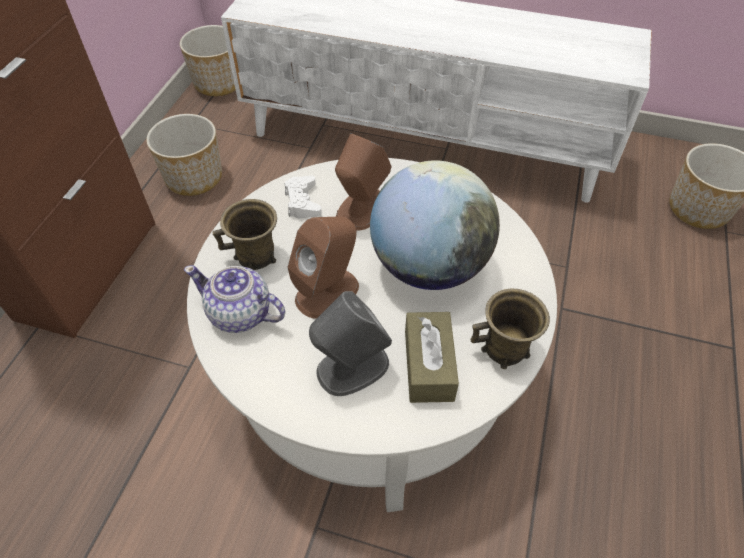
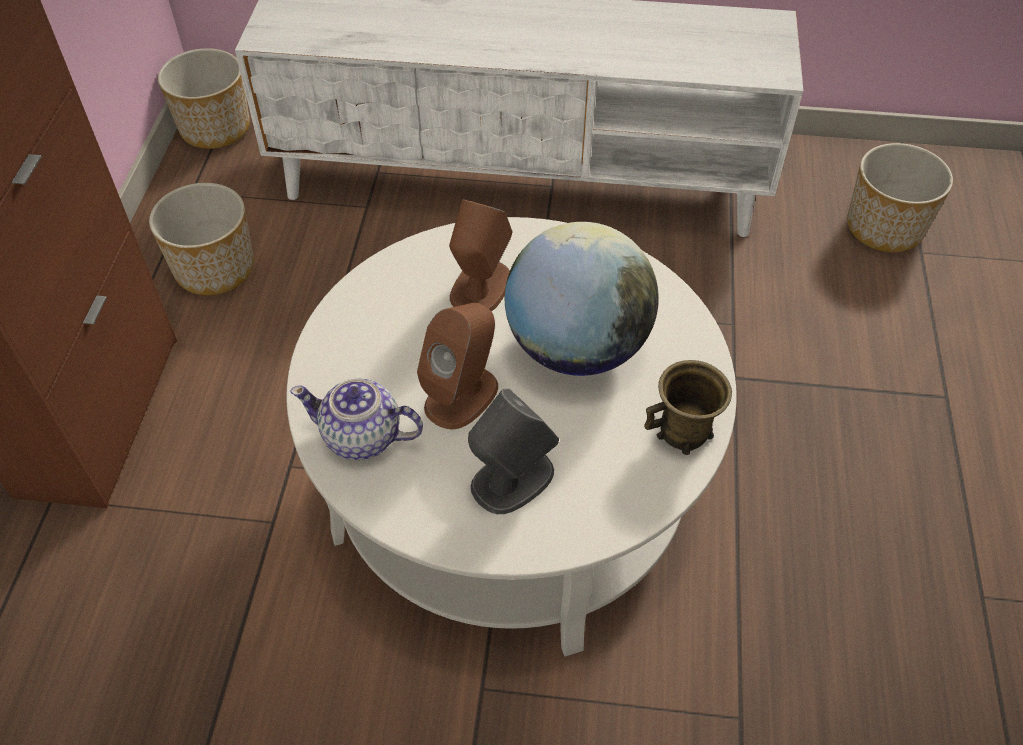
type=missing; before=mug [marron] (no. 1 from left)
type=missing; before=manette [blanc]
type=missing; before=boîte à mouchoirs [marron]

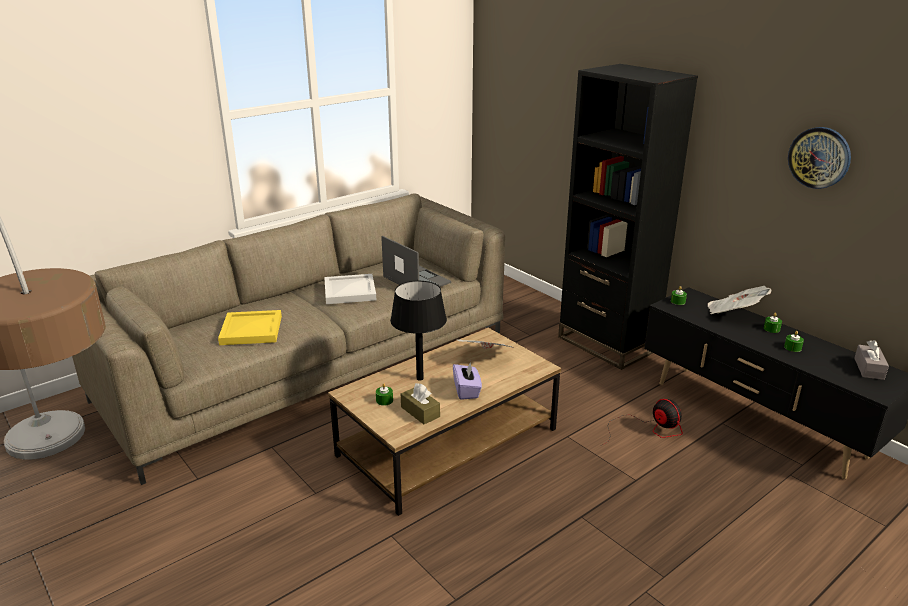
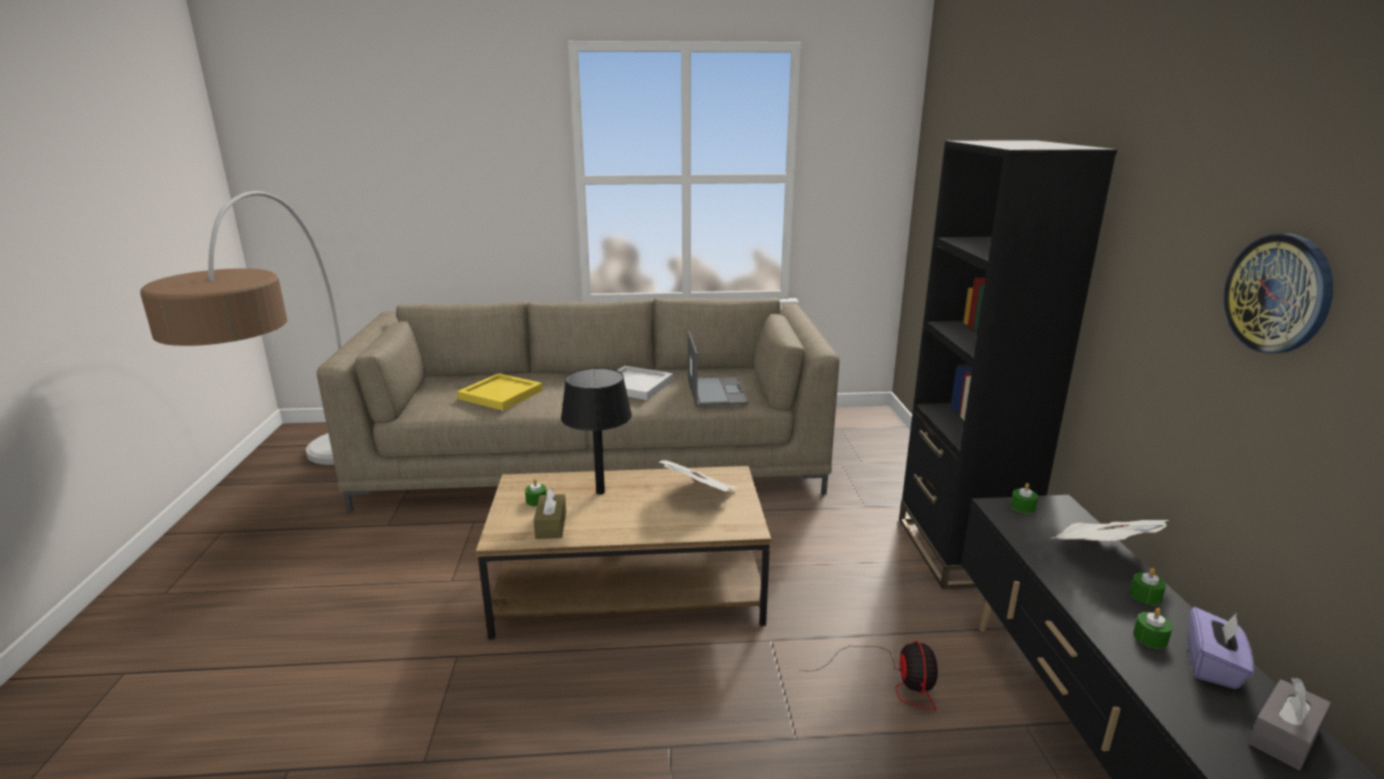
type=relocated; before=boîte à mouchoirs [violet]

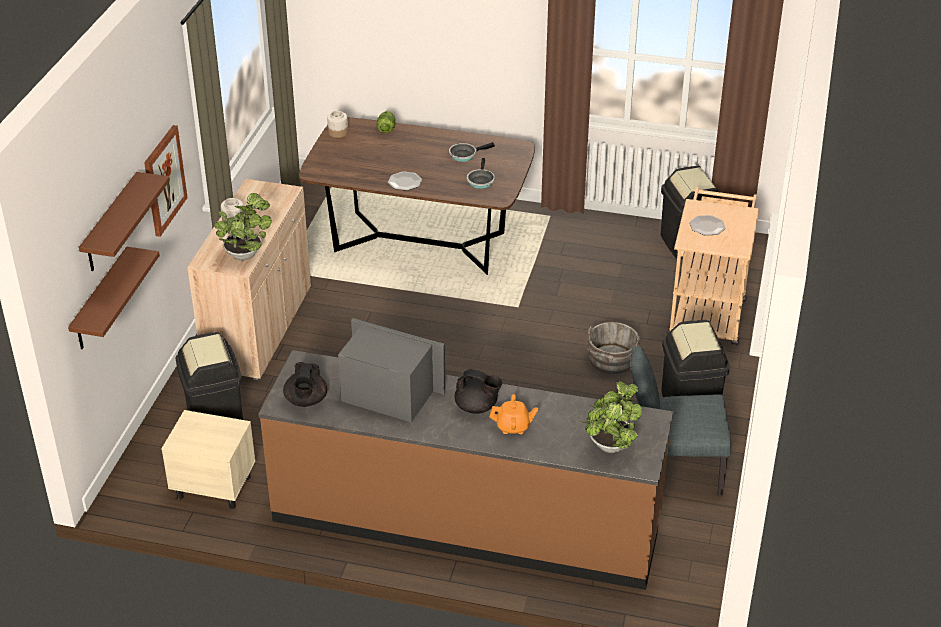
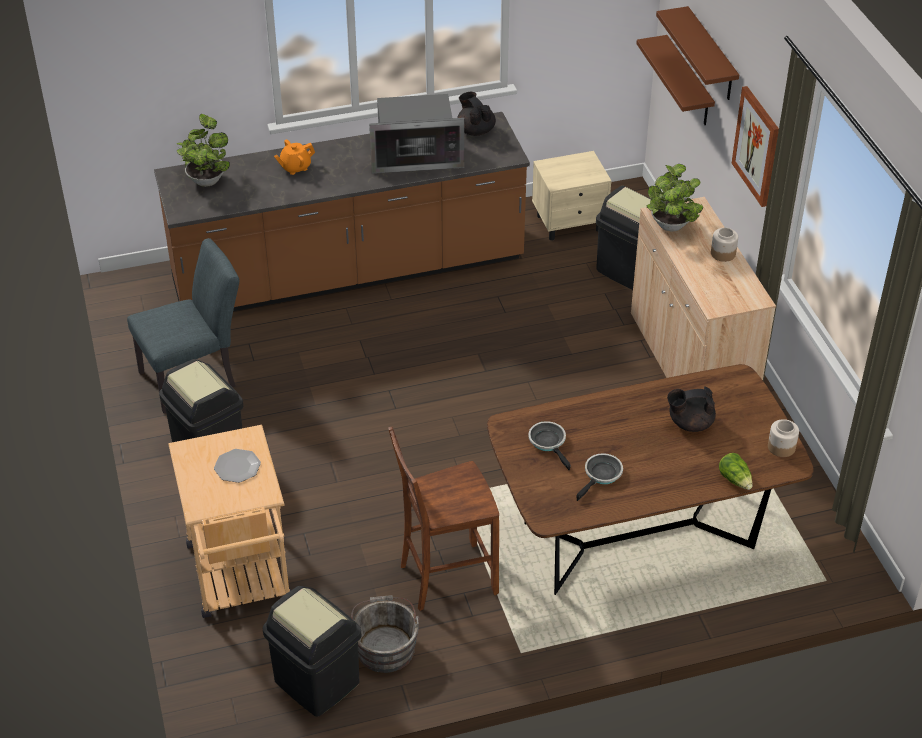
type=missing; before=assiette (no. 1 from left)
type=appeared; after=chaise [marron]
type=relocated; before=théière [noir] (no. 2 from left)
type=relocated; before=seau [gris]

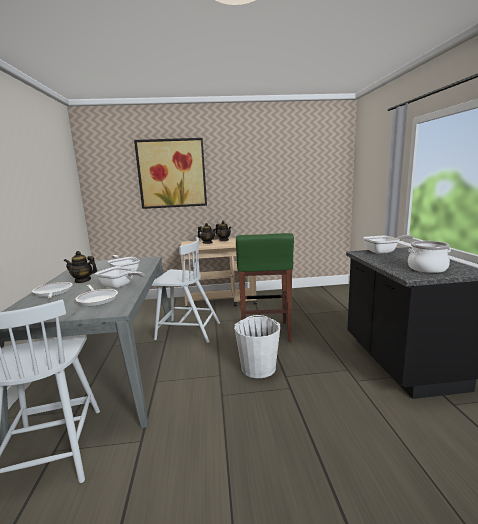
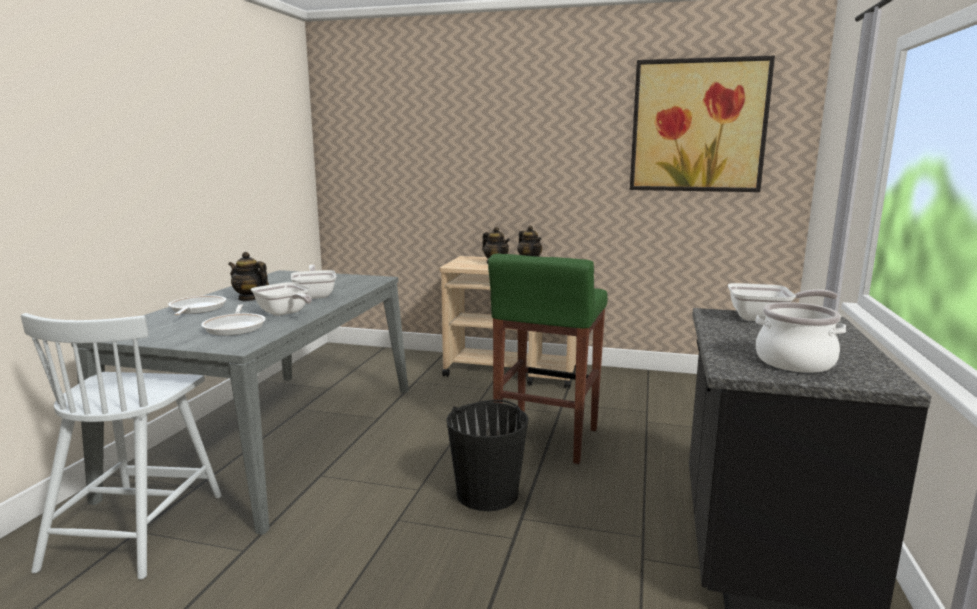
type=missing; before=chaise [blanc] (no. 2 from left)
type=relocated; before=tableau
type=colour; before=seau [blanc]; after=seau [noir]

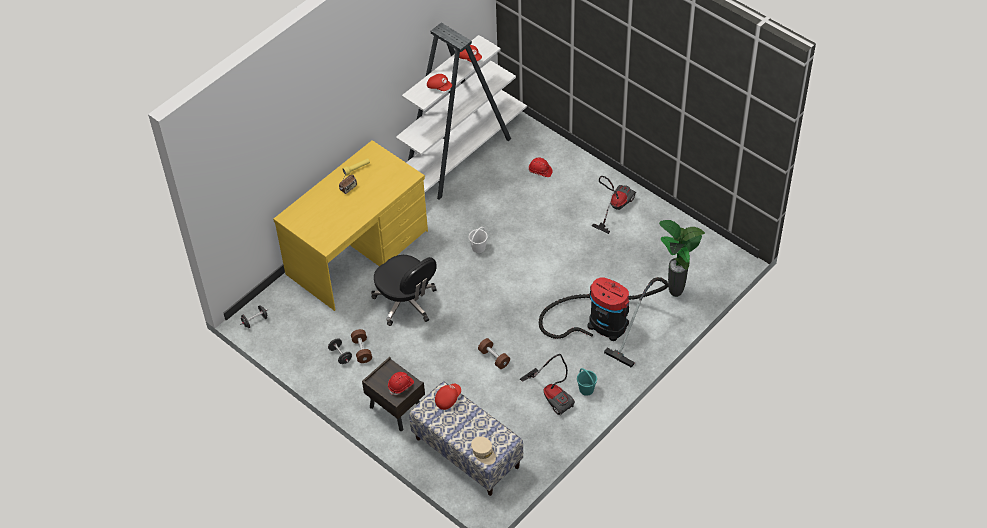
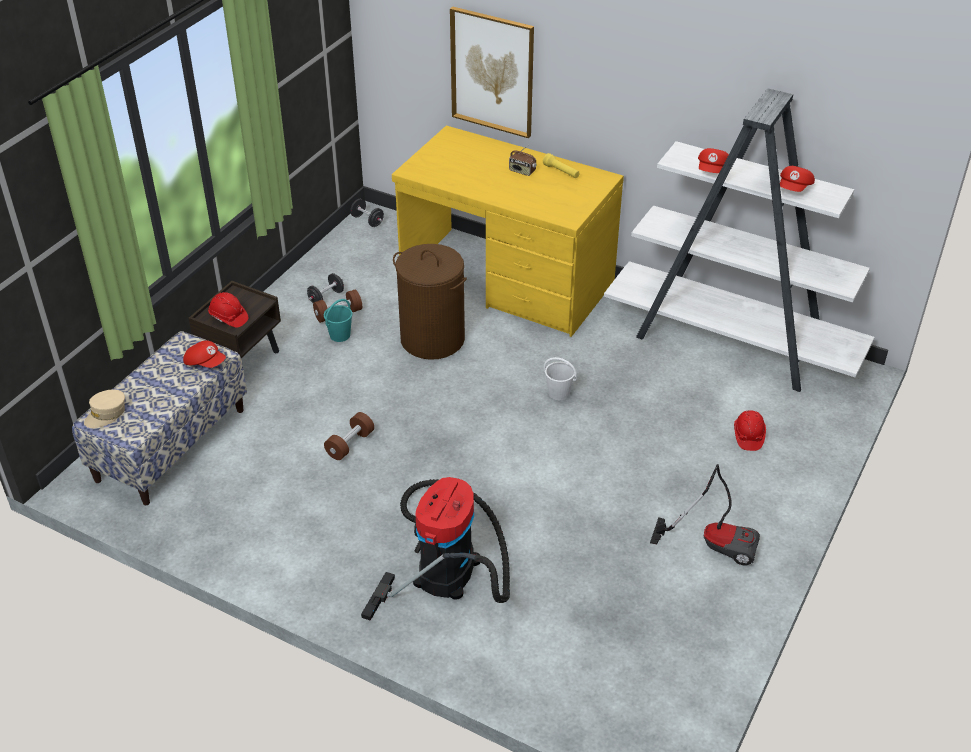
type=missing; before=aspirateur (no. 1 from left)
type=missing; before=plante en pot
type=appeared; after=tableau
type=relocated; before=seau [turquoise]
type=exchanged; before=chaise de bureau [noir]; after=panier à linge [marron]

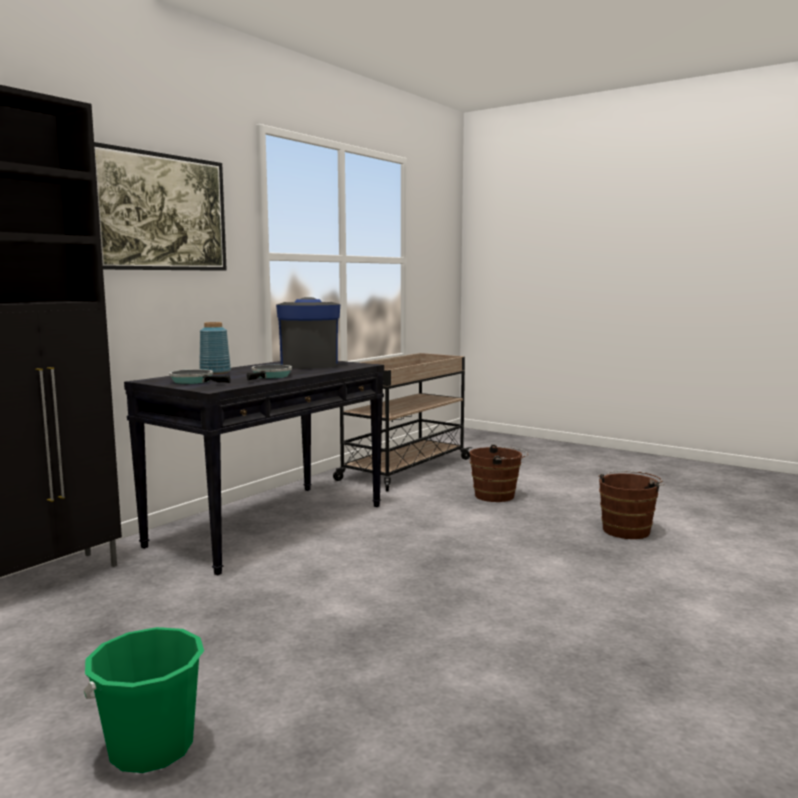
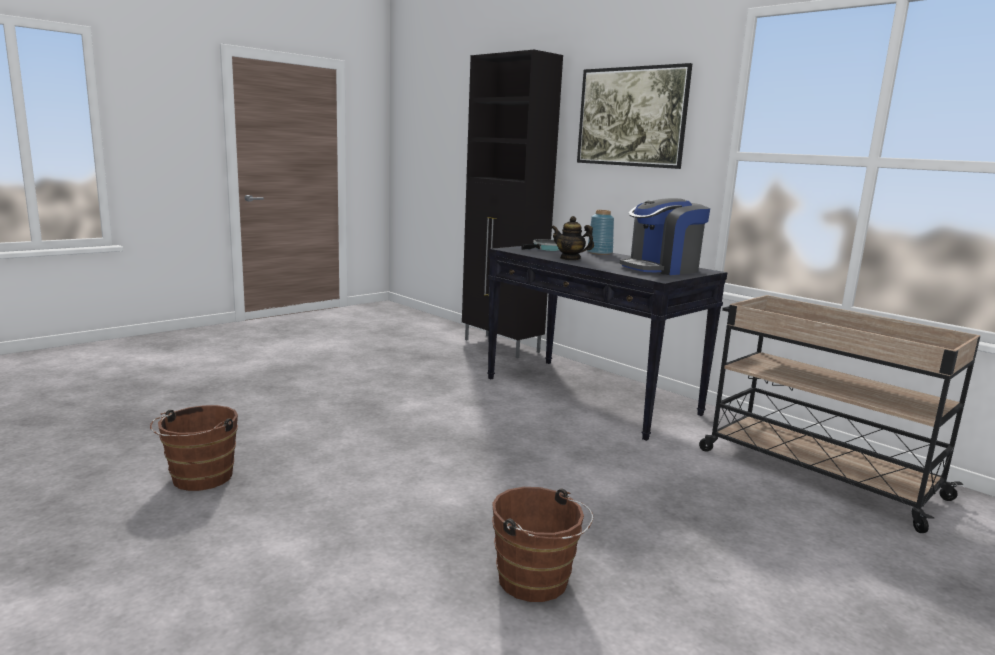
type=missing; before=seau [vert]
type=relocated; before=seau [marron] (no. 1 from left)
type=exchanged; before=poêle (no. 2 from left); after=théière
type=spun; before=machine à café; turn=150

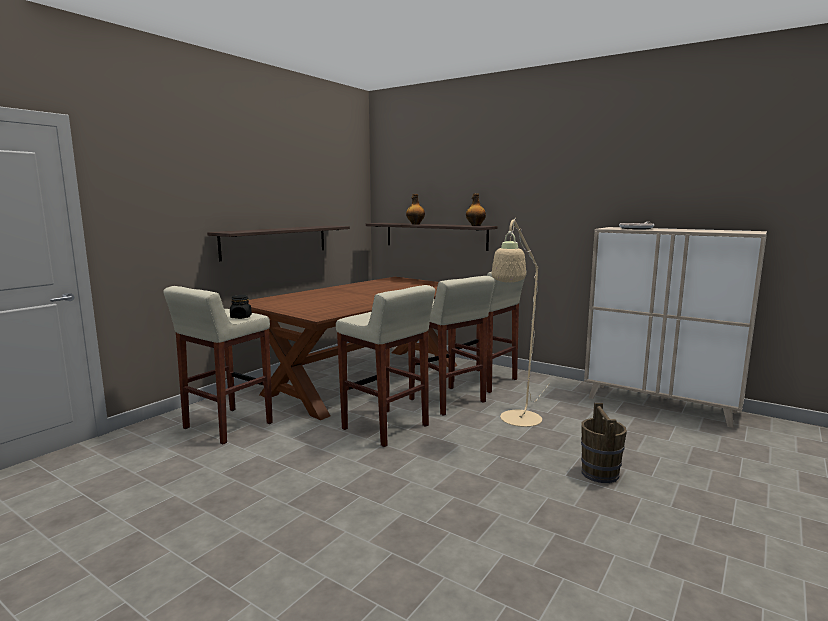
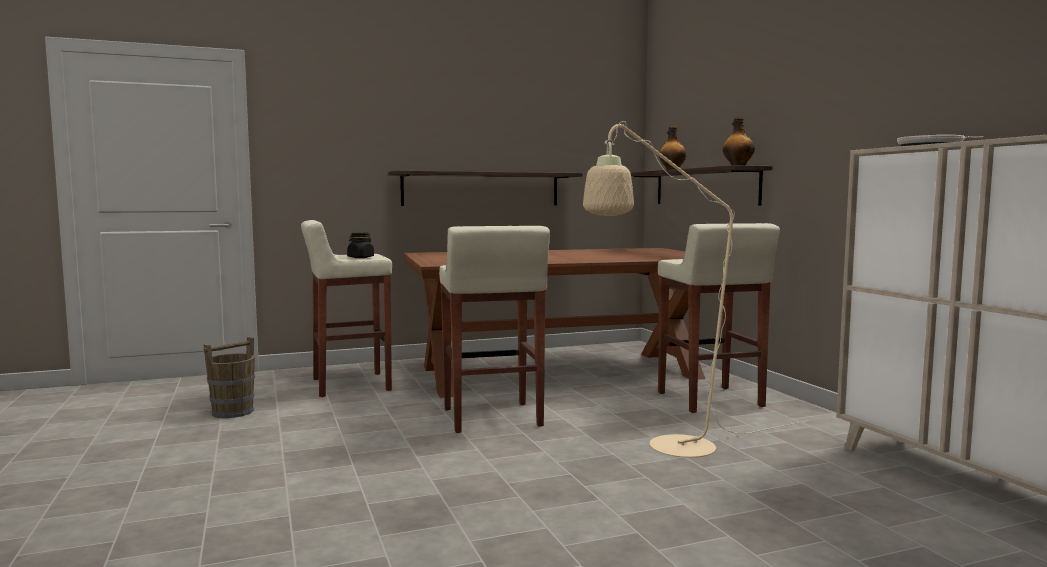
type=missing; before=tabouret [beige] (no. 3 from left)
type=relocated; before=seau [marron]

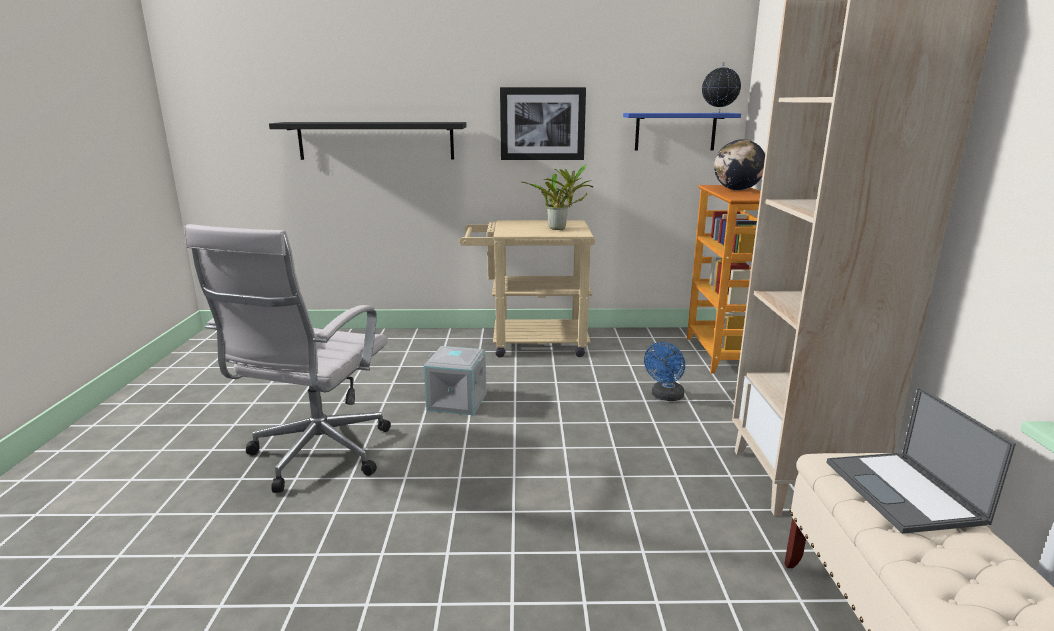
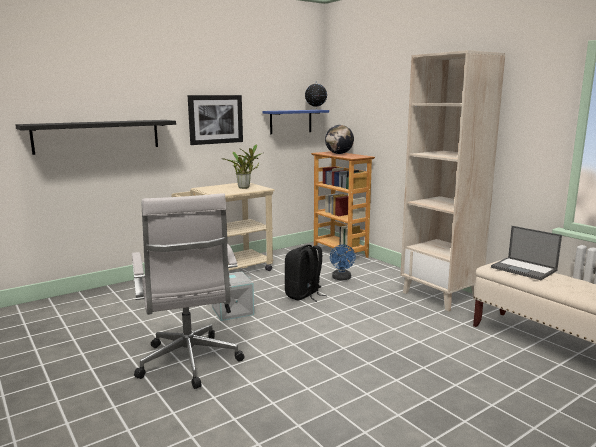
type=appeared; after=sac à dos [noir]

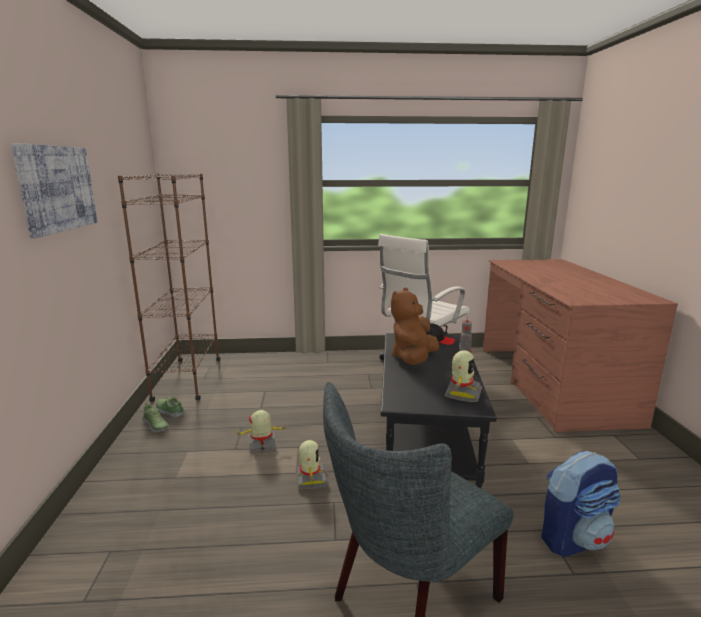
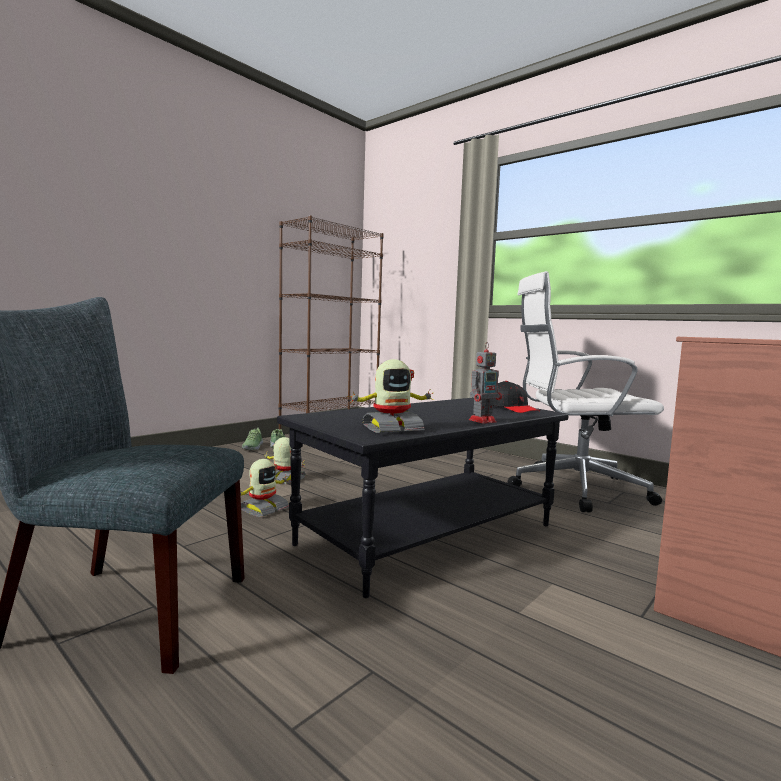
type=missing; before=tableau
type=missing; before=peluche [marron]
type=missing; before=sac à dos

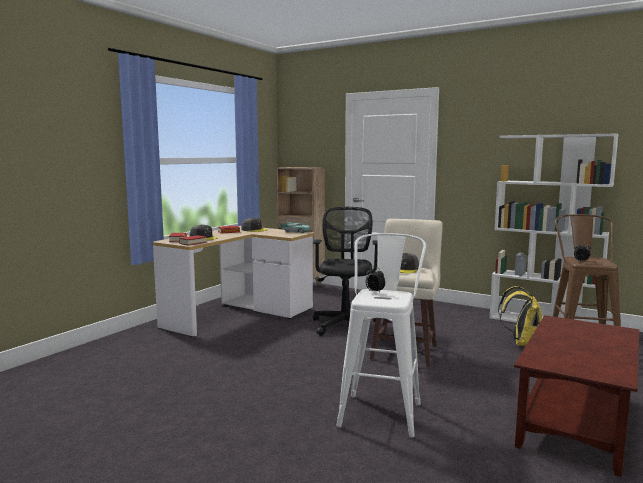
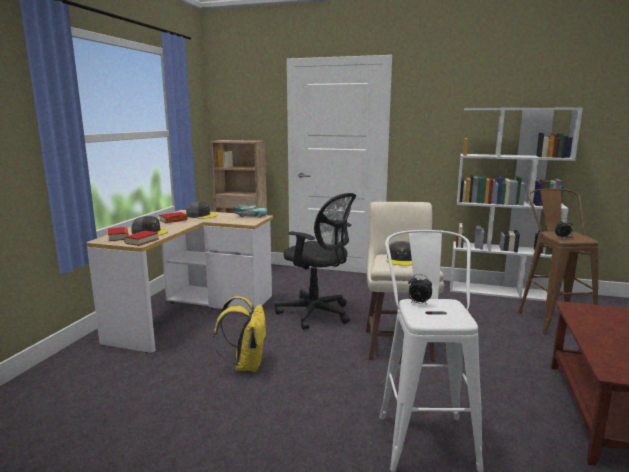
type=relocated; before=sac à dos [jaune]
type=spun; before=chaise de bureau [noir]; turn=135

